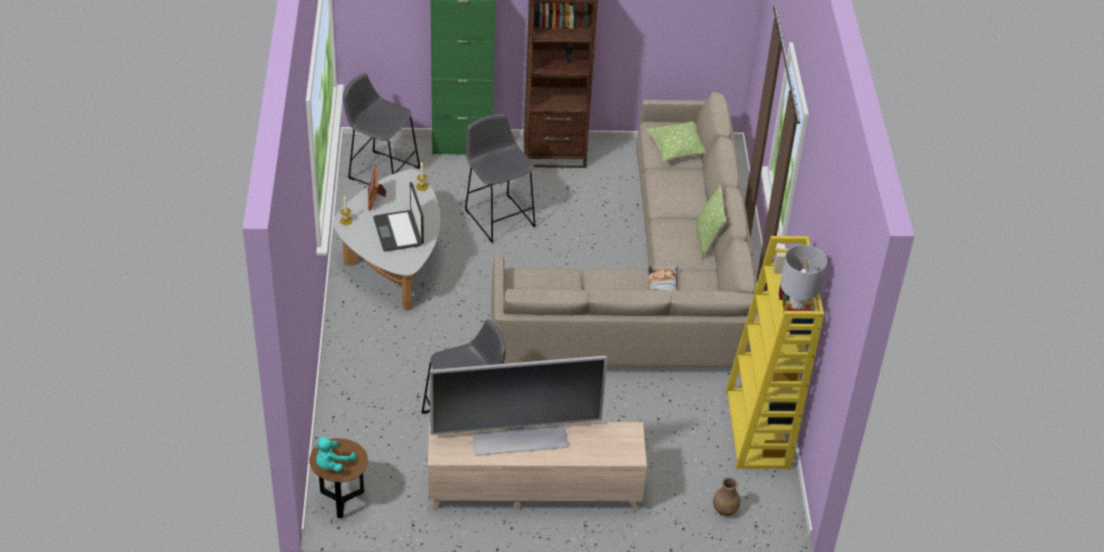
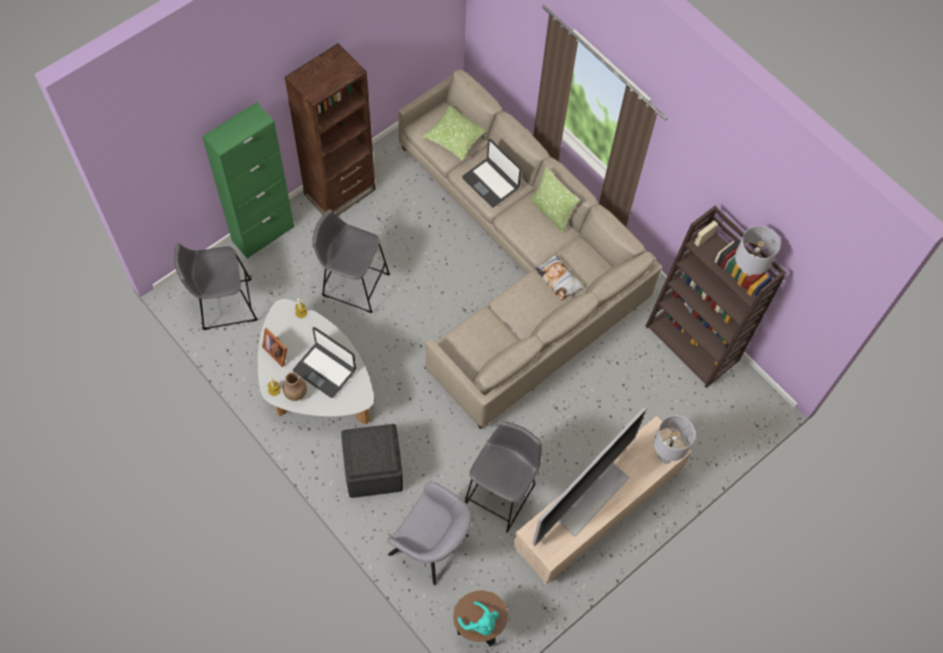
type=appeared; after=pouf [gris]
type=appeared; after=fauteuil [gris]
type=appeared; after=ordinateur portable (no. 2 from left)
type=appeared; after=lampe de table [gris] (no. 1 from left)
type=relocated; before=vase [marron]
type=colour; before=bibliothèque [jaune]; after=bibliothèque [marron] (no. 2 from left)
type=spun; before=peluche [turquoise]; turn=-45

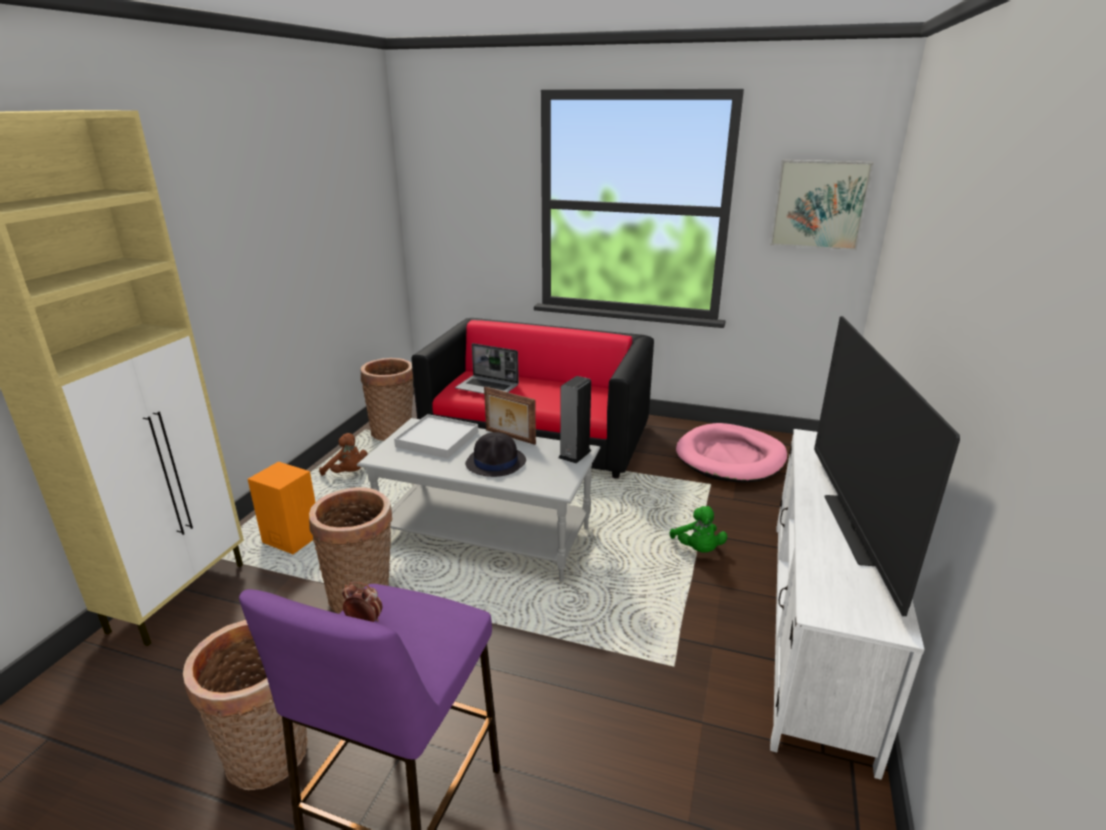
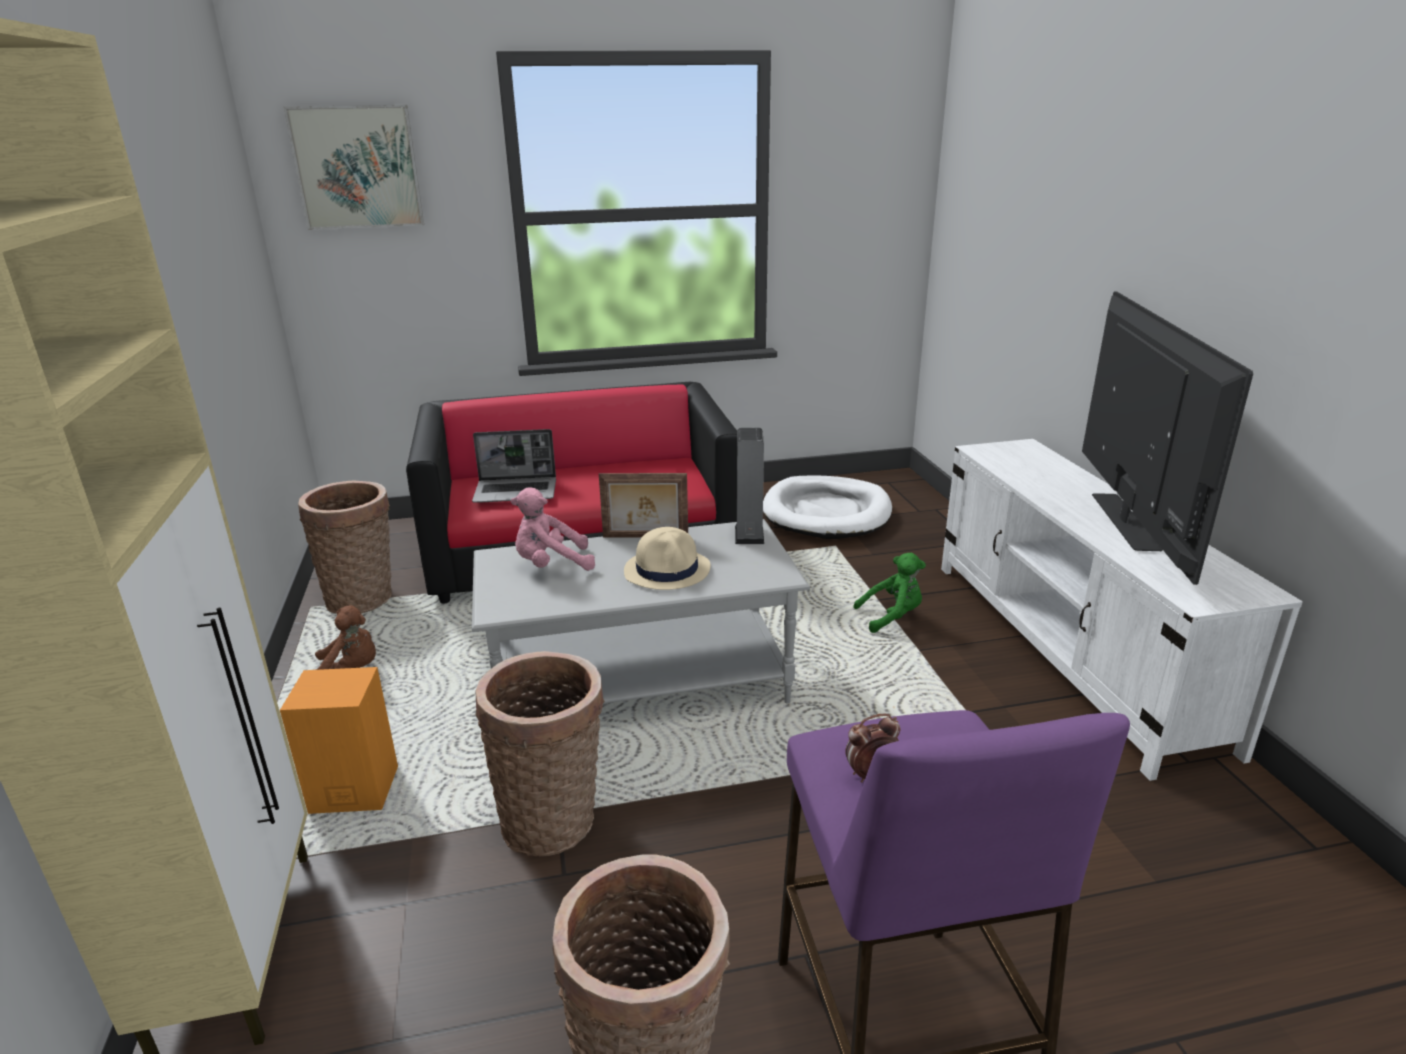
type=relocated; before=tableau
type=exchanged; before=plateau [blanc]; after=peluche [rose]
type=colour; before=chapeau [noir]; after=chapeau [beige]
type=colour; before=panier pour chien [rose]; after=panier pour chien [blanc]
type=spun; before=peluche [vert]; turn=-60
type=spun; before=téléviseur; turn=-150

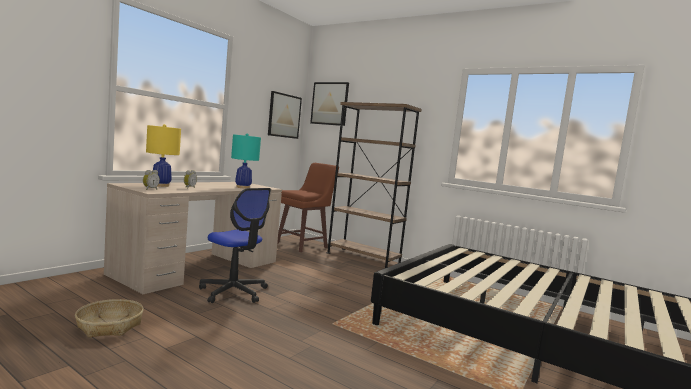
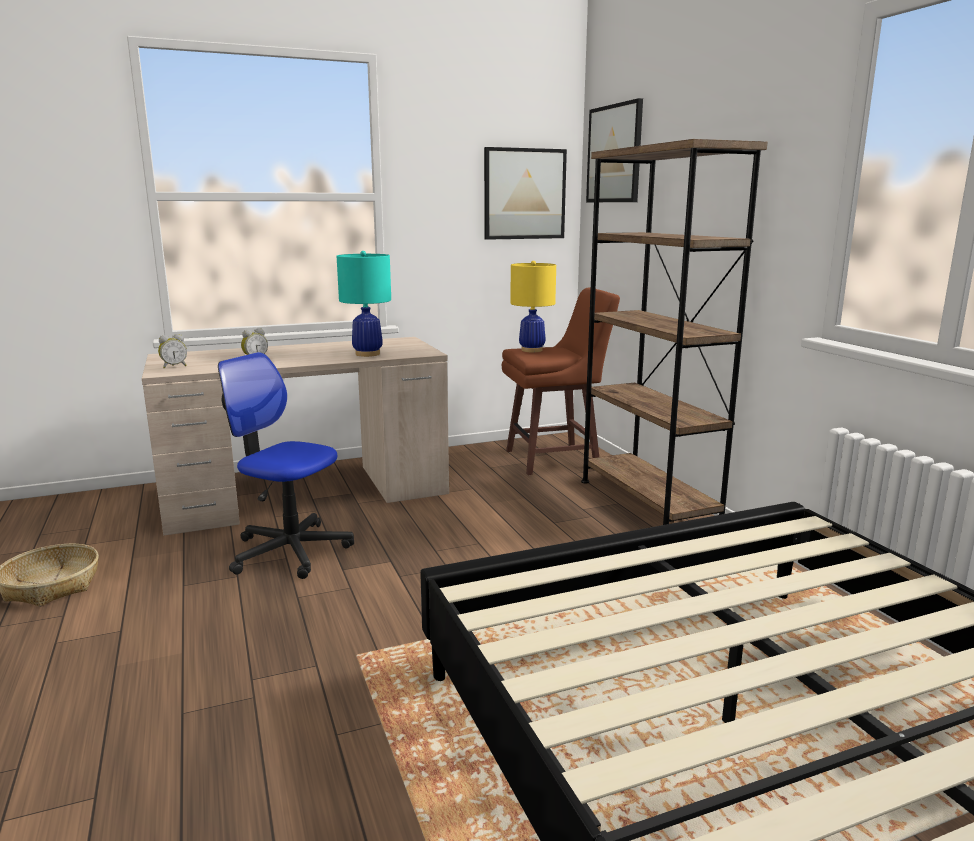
type=relocated; before=lampe de table [jaune]
type=spun; before=chaise de bureau; turn=135

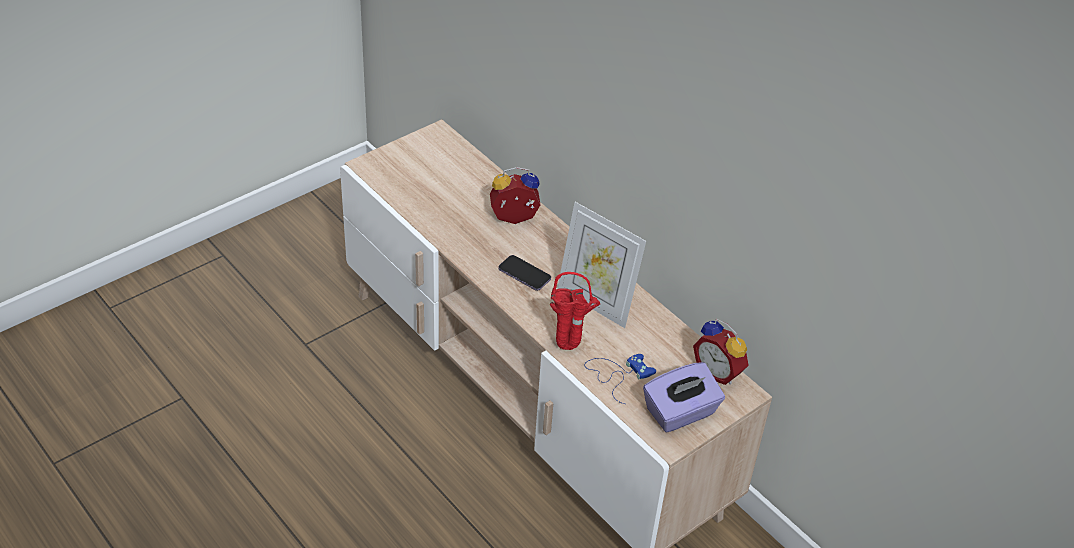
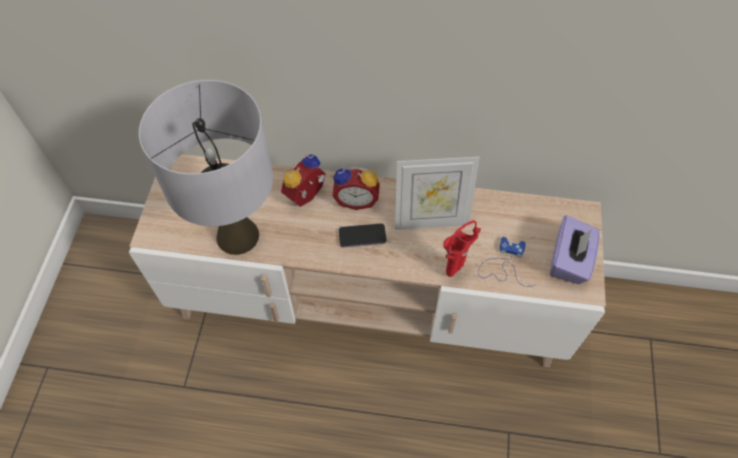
type=appeared; after=lampe de table [gris]
type=relocated; before=réveil (no. 2 from left)

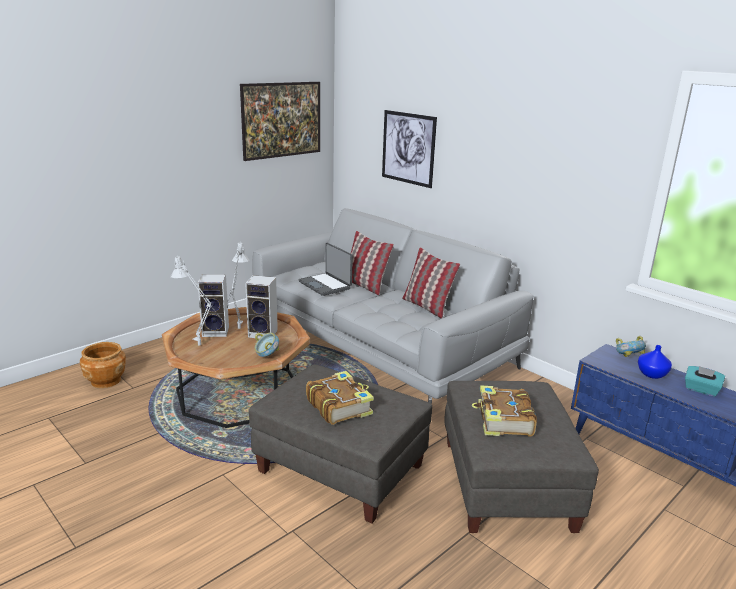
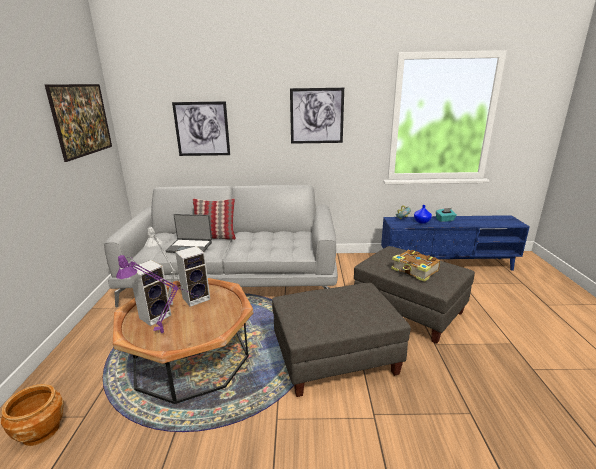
type=missing; before=bol (no. 1 from left)
type=missing; before=livre (no. 1 from left)
type=missing; before=coussin (no. 2 from left)
type=appeared; after=tableau (no. 3 from left)
type=colour; before=lampe de table [gris] (no. 1 from left); after=lampe de table [violet]

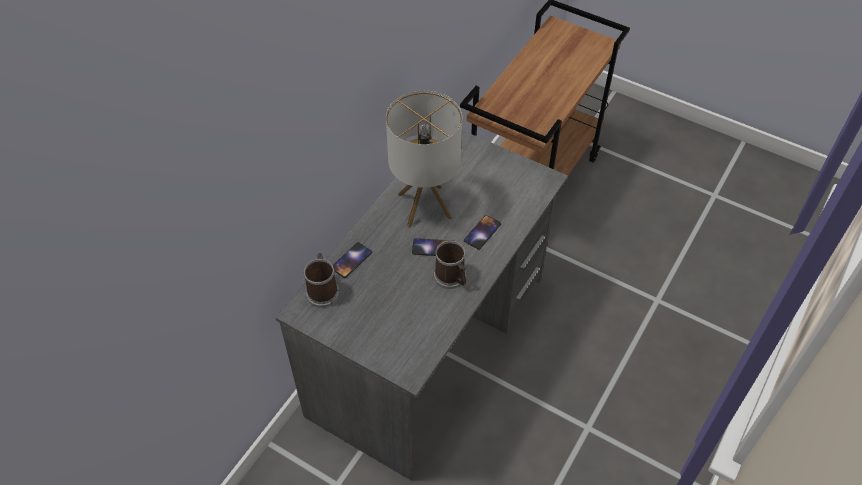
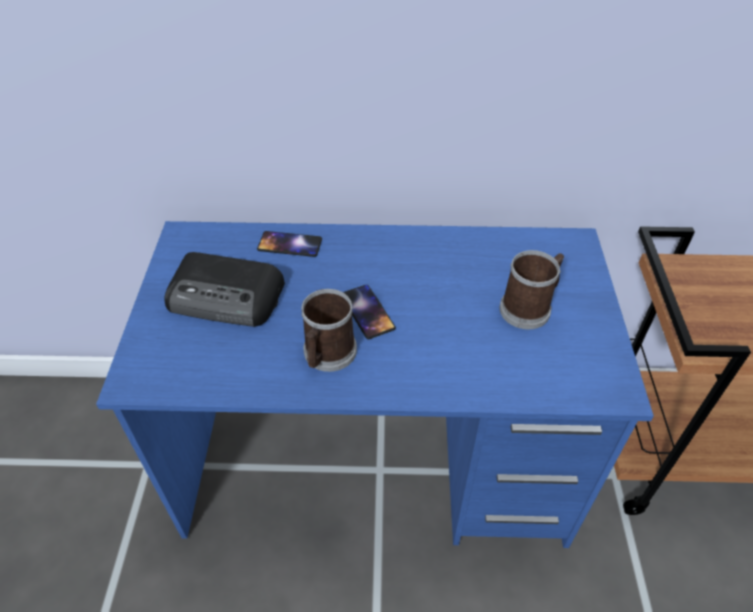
type=missing; before=lampe de table
type=missing; before=téléphone (no. 3 from left)
type=appeared; after=radio
type=relocated; before=mug (no. 1 from left in the first image); after=mug (no. 2 from left)
type=colour; before=bureau [gris]; after=bureau [bleu]

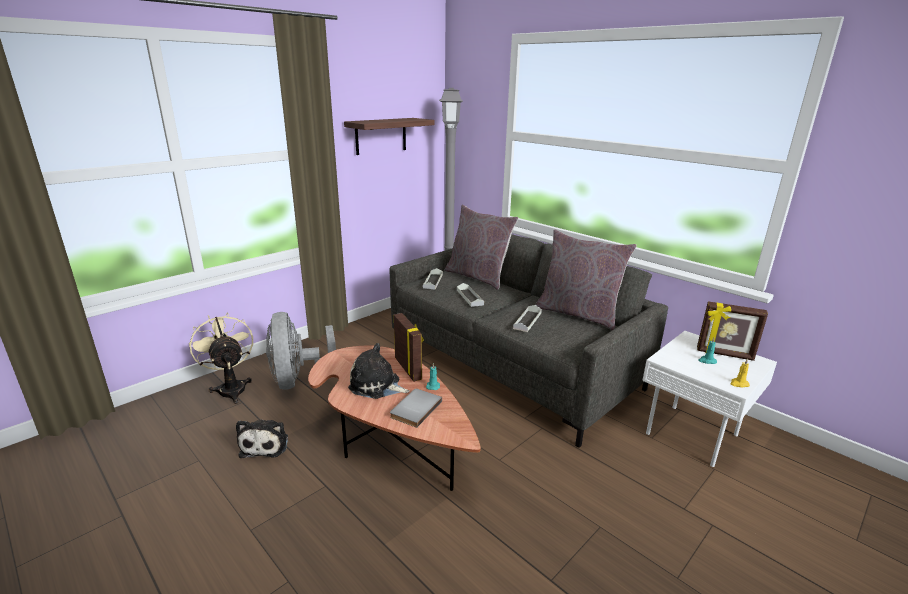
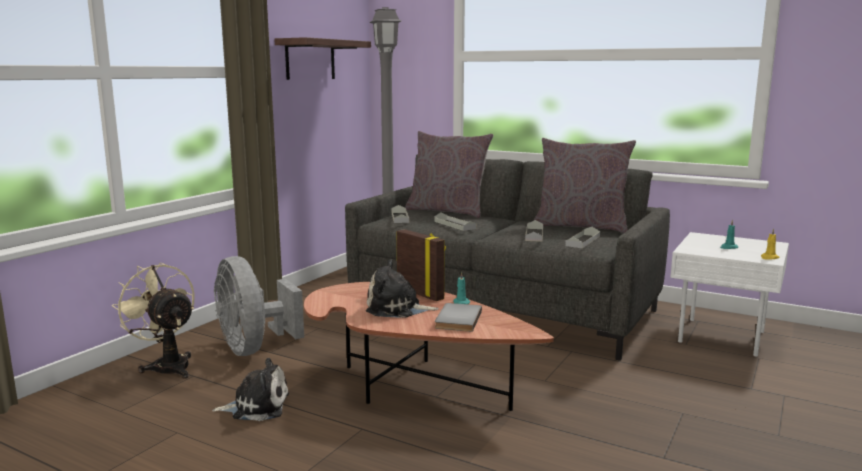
type=missing; before=cadre photo (no. 2 from left)
type=appeared; after=plateau [gris] (no. 4 from left)
type=spun; before=peluche (no. 1 from left); turn=-75

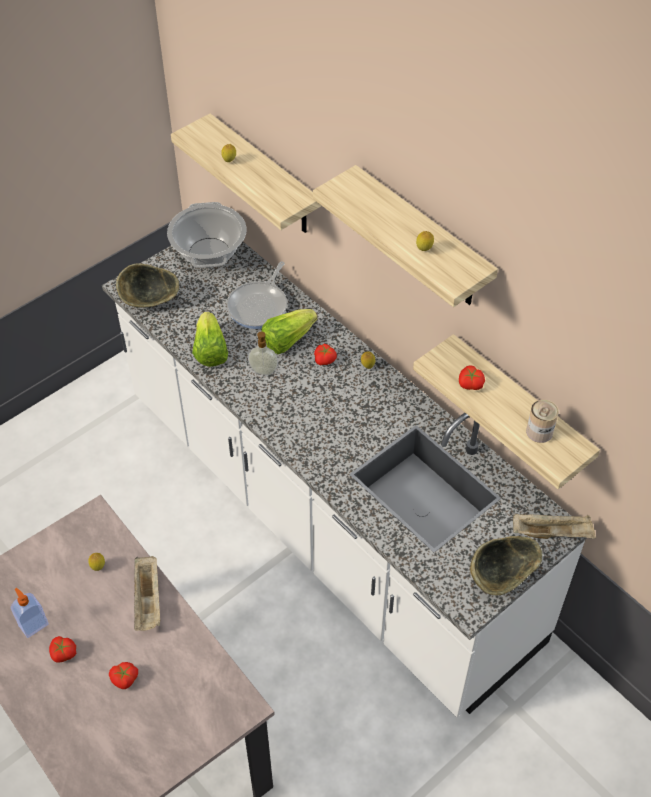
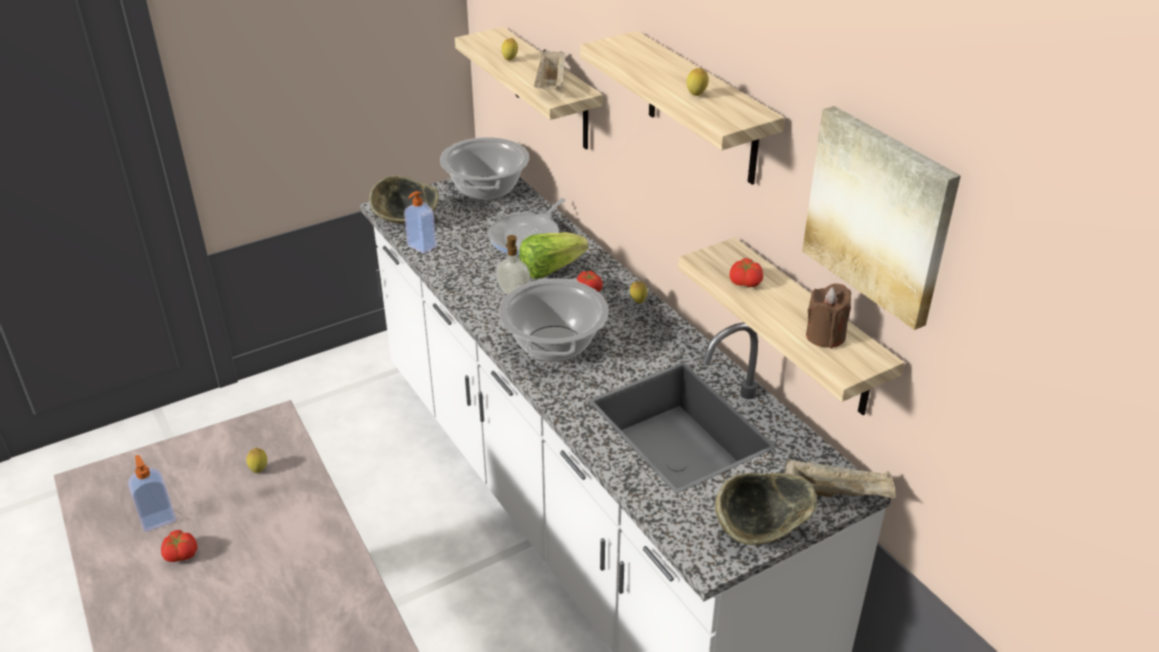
type=missing; before=tomate (no. 2 from left)
type=missing; before=laitue (no. 1 from left)
type=appeared; after=distributeur de savon (no. 2 from left)
type=appeared; after=marmite (no. 2 from left)
type=appeared; after=tableau
type=relocated; before=plateau [beige] (no. 1 from left)
type=exchanged; before=boîte métallique; after=bougie [marron]

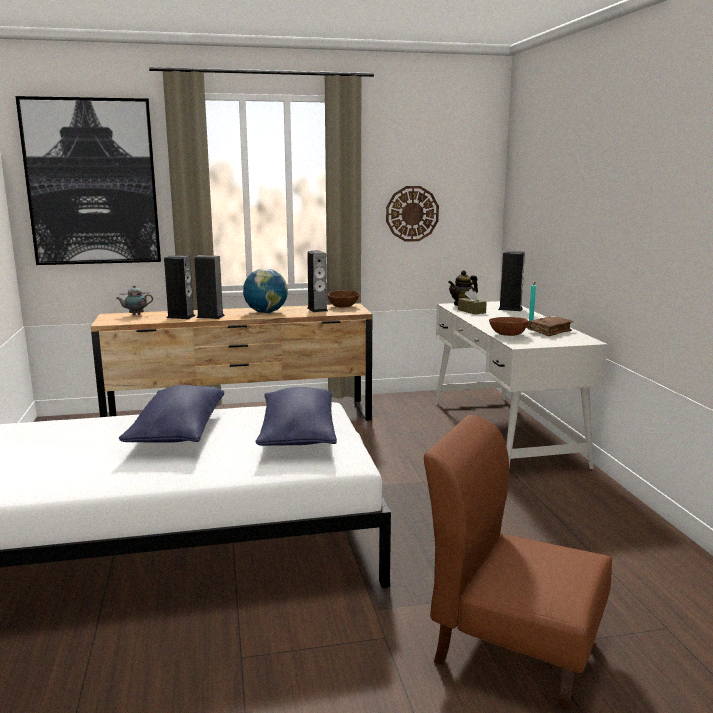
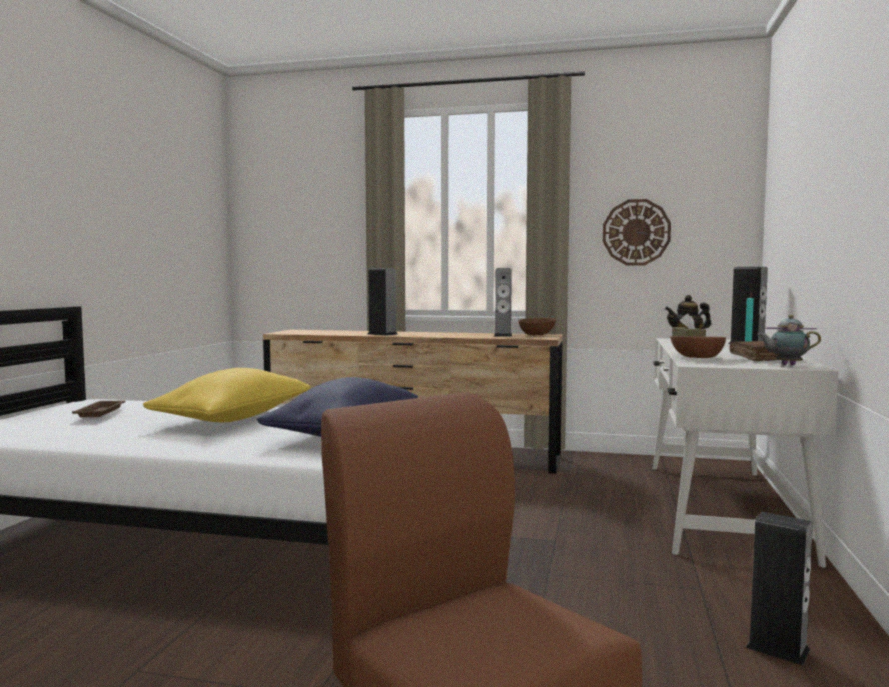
type=missing; before=tableau
type=missing; before=globe
type=appeared; after=plateau [marron]
type=relocated; before=théière (no. 1 from left in the first image); after=théière (no. 2 from left)
type=relocated; before=enceinte (no. 1 from left in the first image); after=enceinte (no. 4 from left)
type=colour; before=coussin [bleu] (no. 1 from left); after=coussin [jaune]

